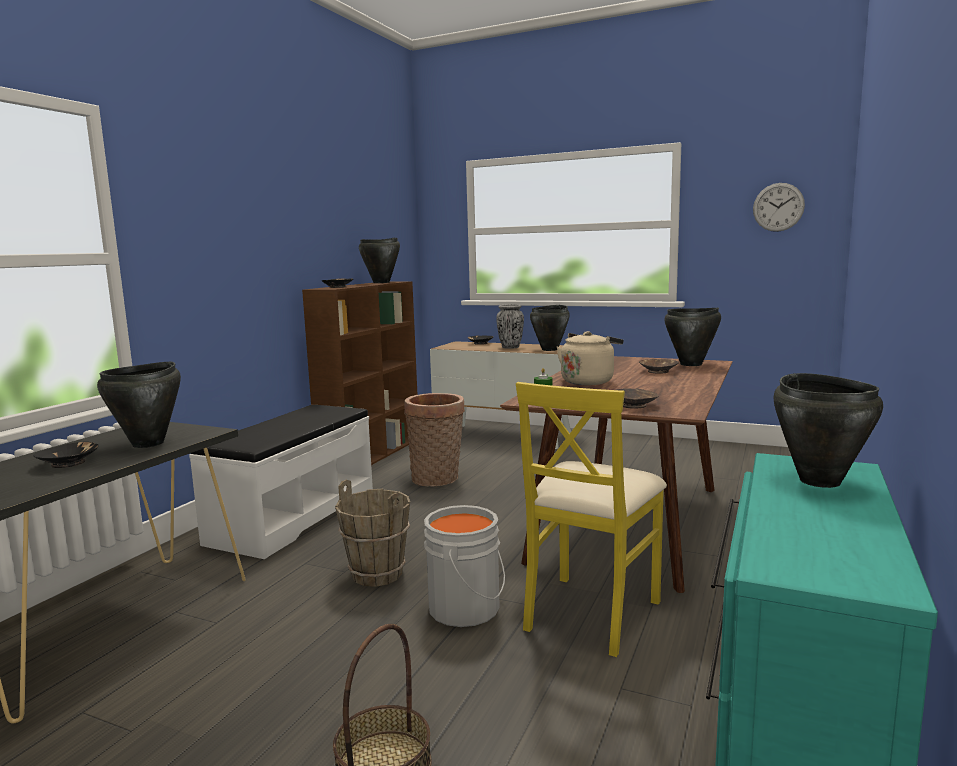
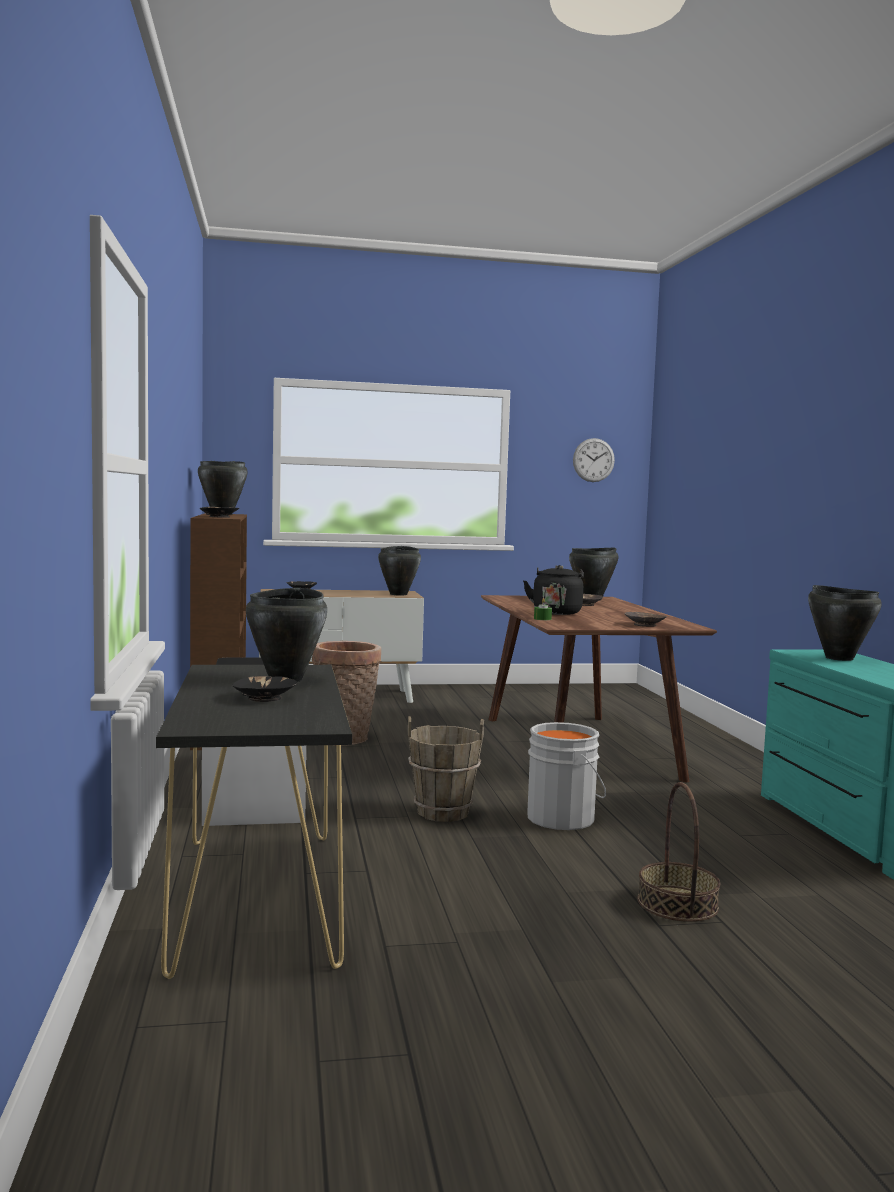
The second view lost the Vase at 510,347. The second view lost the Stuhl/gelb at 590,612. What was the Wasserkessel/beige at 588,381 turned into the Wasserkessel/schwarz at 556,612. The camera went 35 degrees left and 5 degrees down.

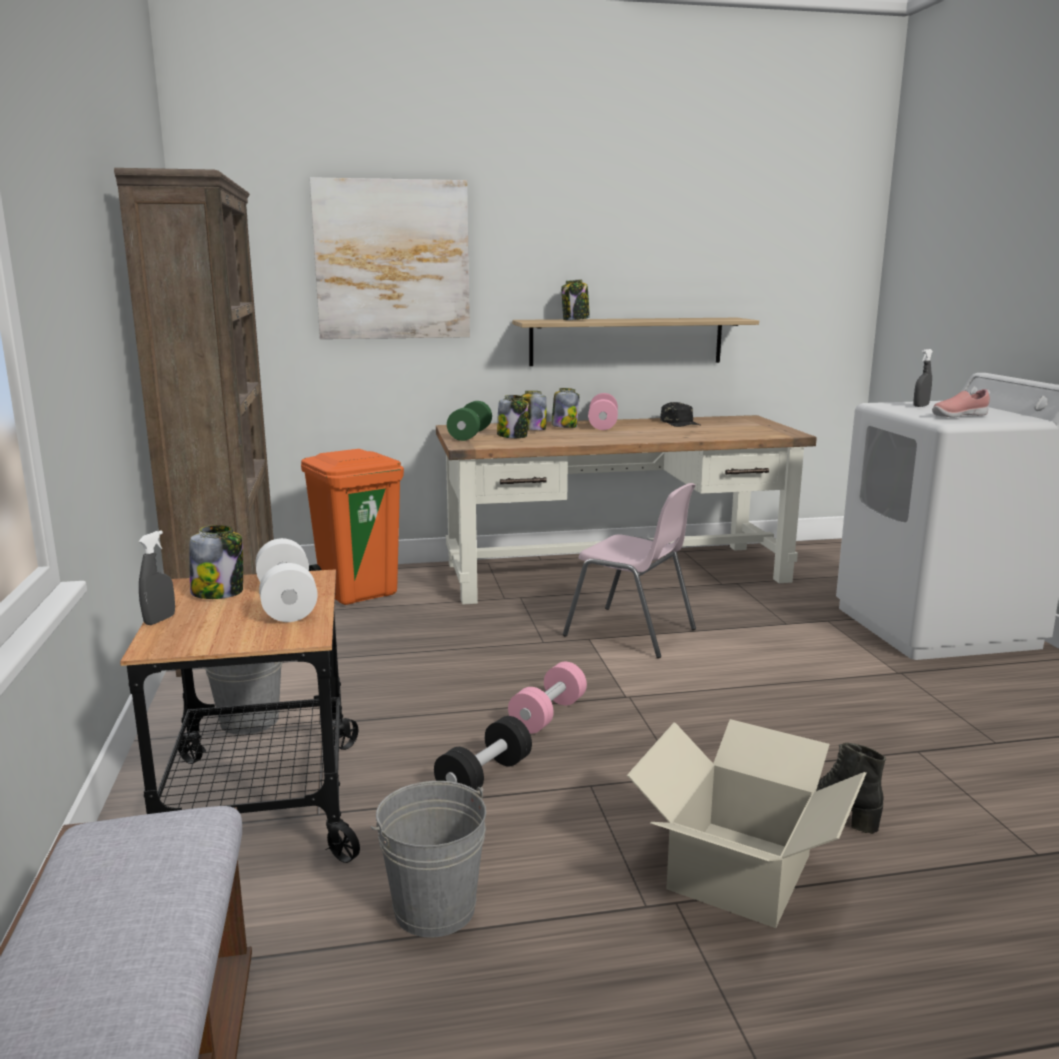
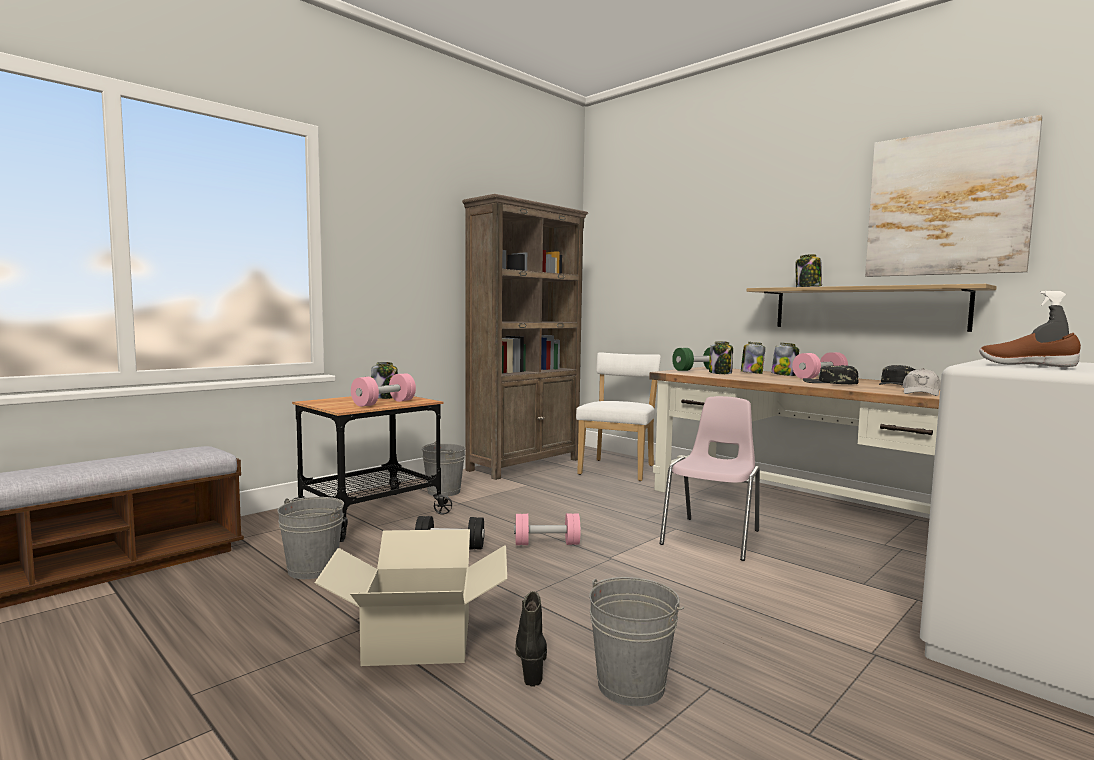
The second view lost the Sprühflasche/grau at 160,620. What was the Hantel/weiß at 287,603 turned into the Hantel/rosa at 384,403. Where the Mülleimer/orange stood at 359,593, the Stuhl/weiß came to stand at 618,469. The Bild ended up elsewhere, having gone from 392,260 to 946,203. The Stuhl/rosa at 632,633 ended up facing another way, 150 degrees counterclockwise from before. What was the Schuh/rosa at 958,416 turned into the Schuh/braun at 1026,366. The second view gained the Eimer/grau at 631,685. The second view gained the Kappe/schwarz at 829,383. The second view gained the Kappe/weiß at 921,393. The camera went 55 degrees right and 10 degrees down.

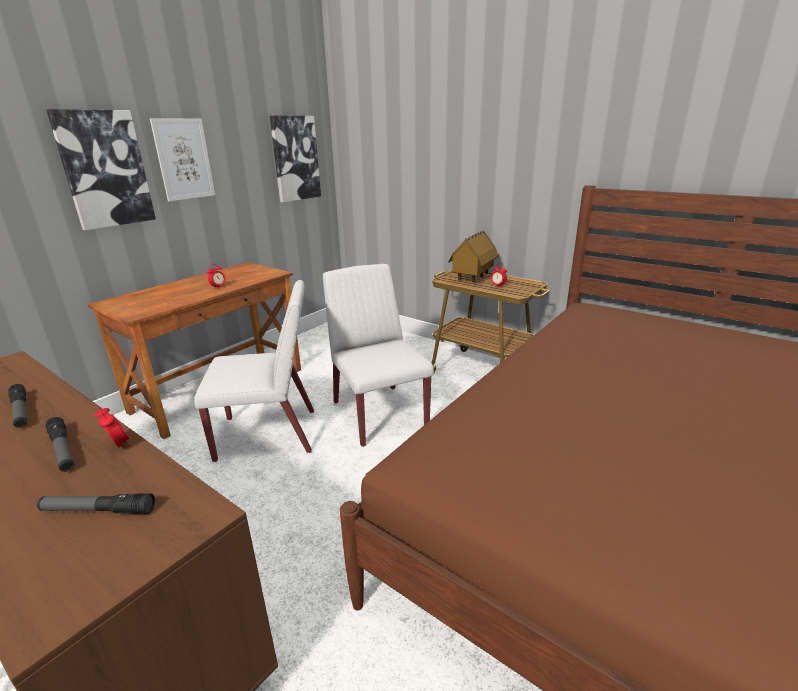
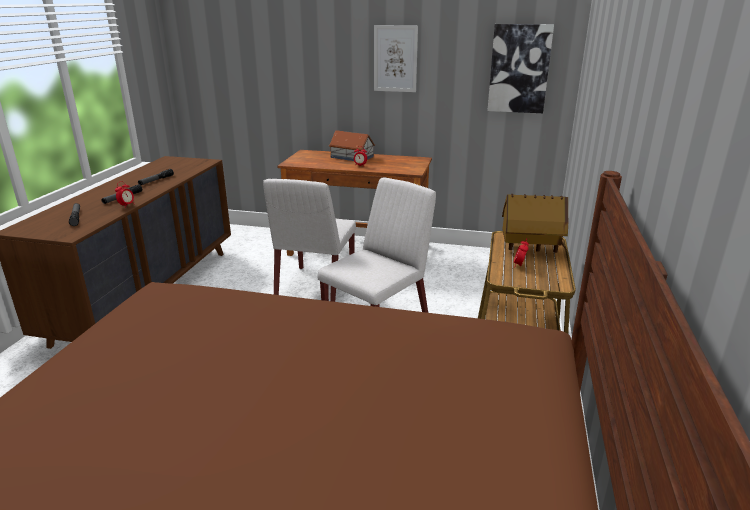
The second view lost the Bild at 104,169. The Stuhl/weiß at 269,434 ended up facing another way, 45 degrees clockwise from before. The second view gained the Spielzeughaus at 351,157. The camera went 65 degrees right and 0 degrees up.

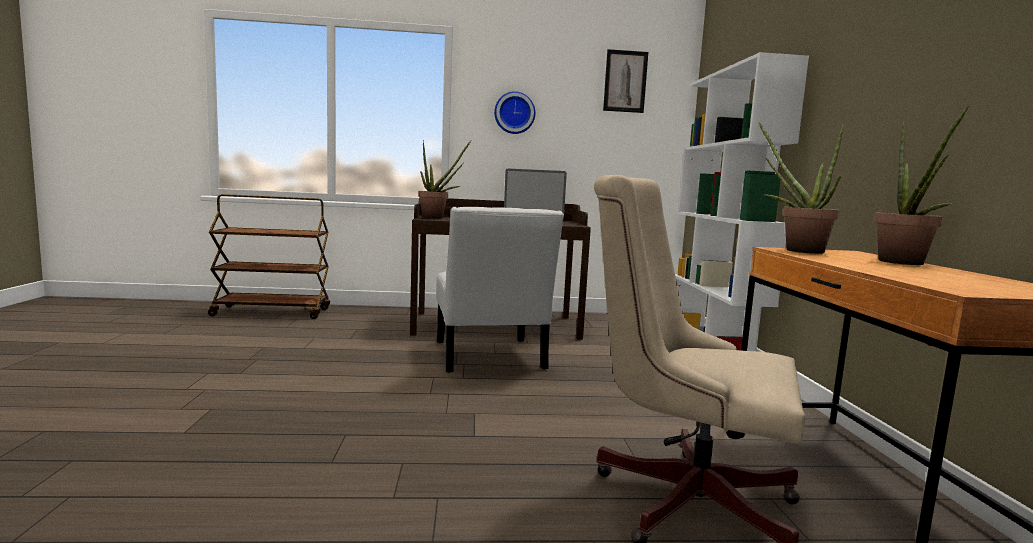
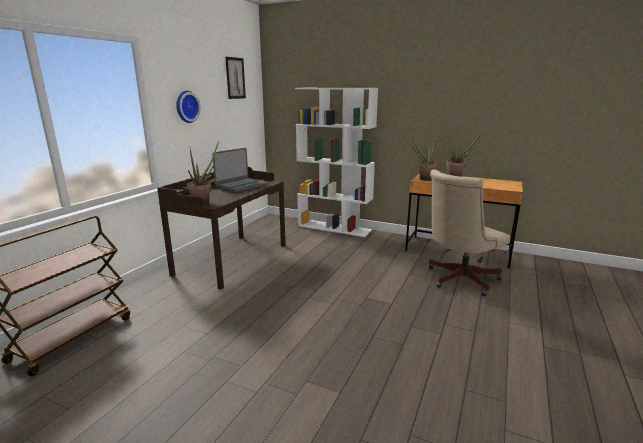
The second view lost the Stuhl/weiß at 489,357. The camera went 60 degrees left and 10 degrees up.

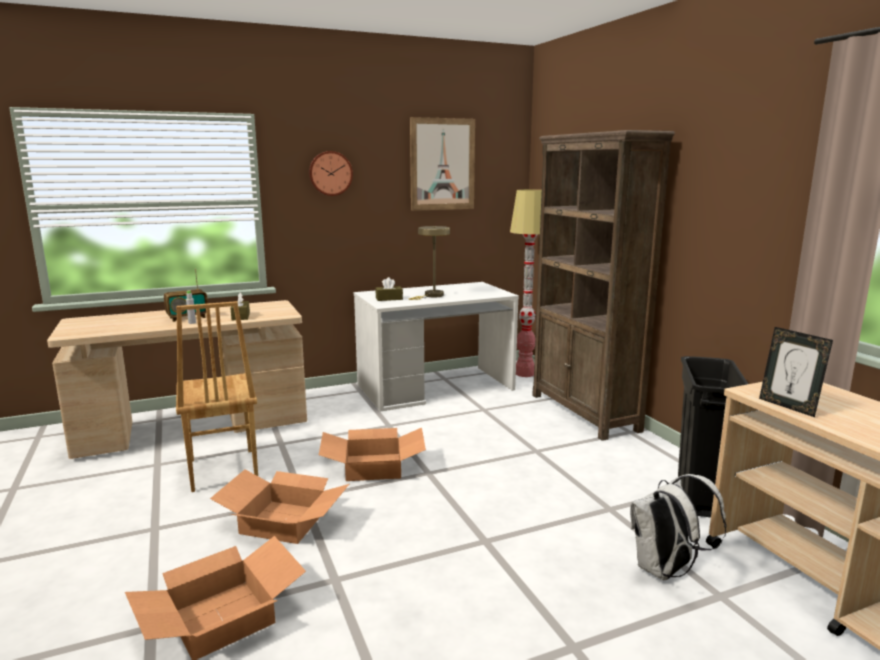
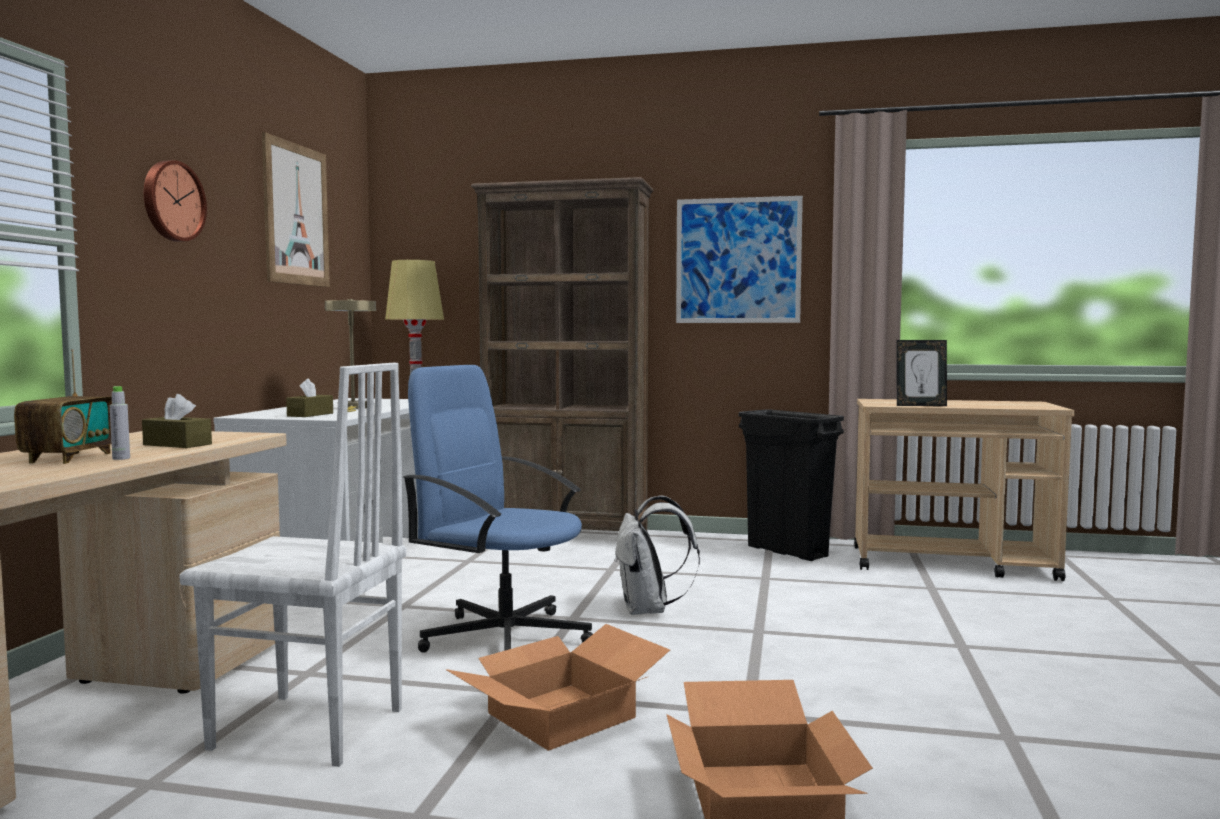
What was the Stuhl/braun at 221,470 turned into the Stuhl/weiß at 307,730. Where the Karton stood at 374,466, the Bürostuhl/blau came to stand at 504,637. The Rucksack/weiß ended up elsewhere, having gone from 665,570 to 649,610. The second view gained the Bild at 738,260. The camera went 55 degrees left and 10 degrees down.

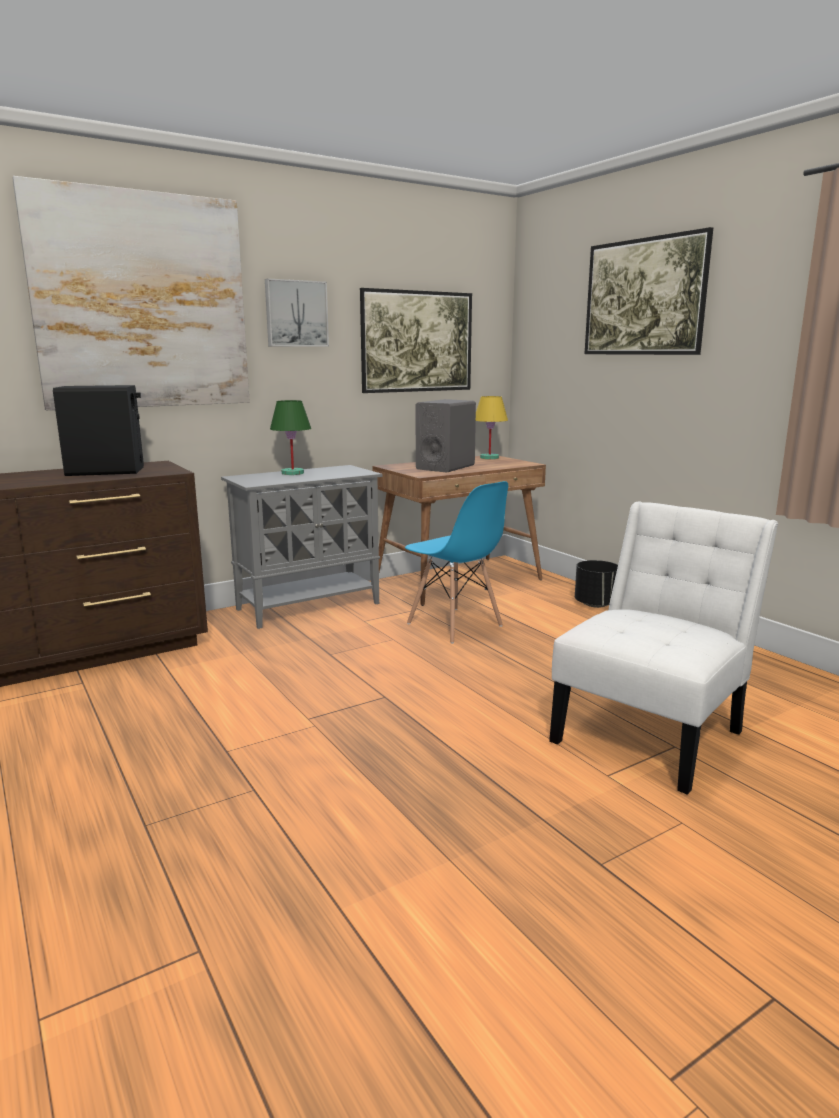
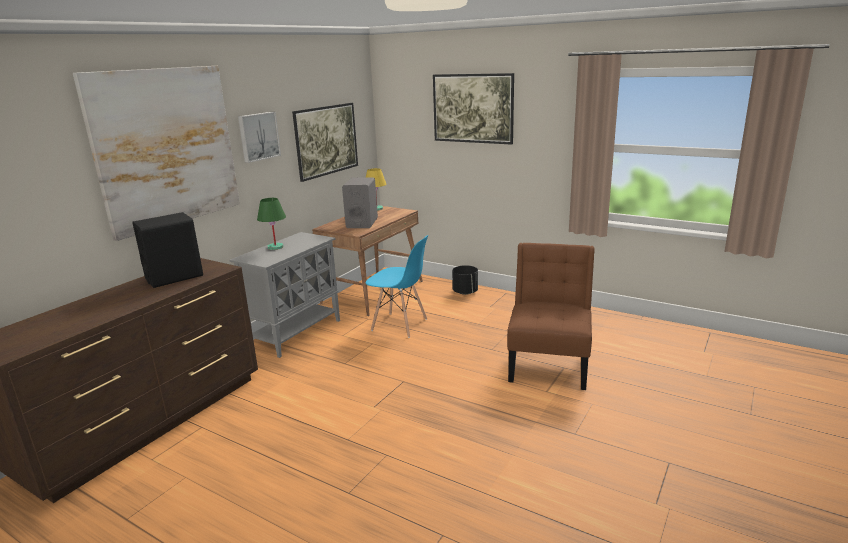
What was the Stuhl/weiß at 652,733 turned into the Stuhl/braun at 549,363. The camera went 25 degrees left and 5 degrees up.

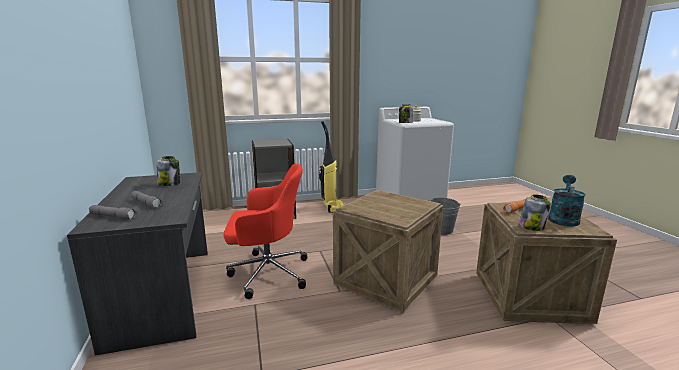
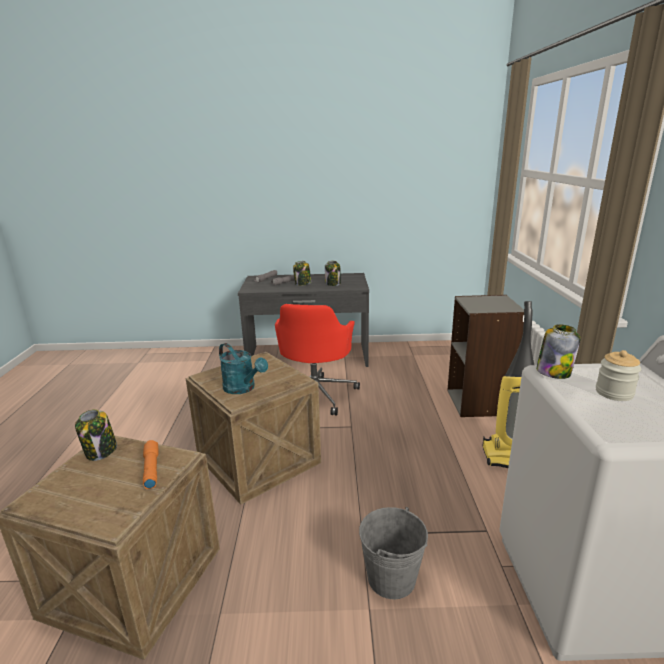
The Gießkanne/türkis ended up elsewhere, having gone from 563,218 to 243,388. The second view gained the Vorratsglas at 302,284. The camera went 105 degrees right and 5 degrees up.

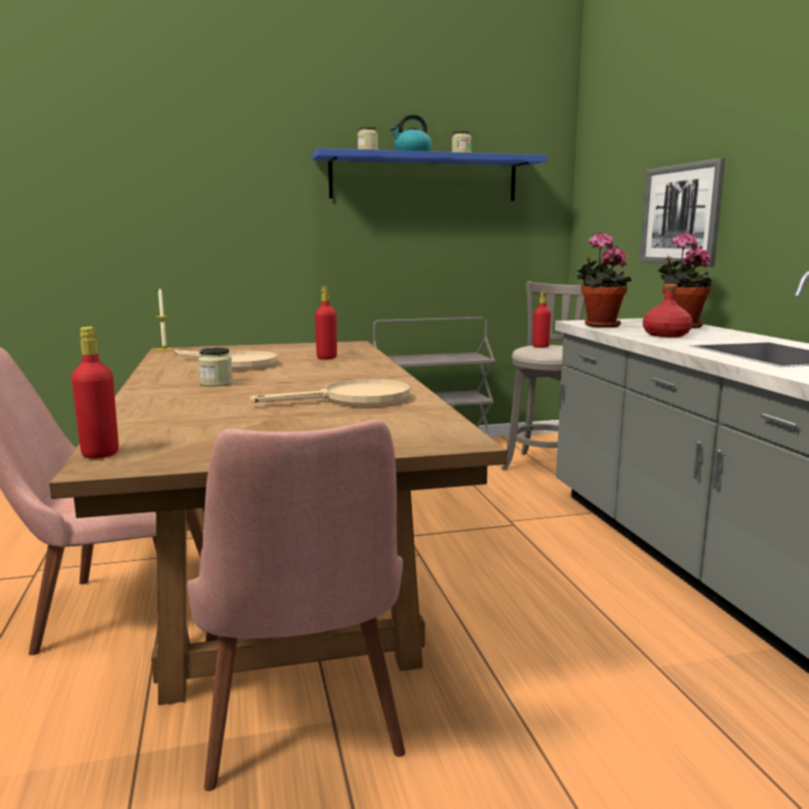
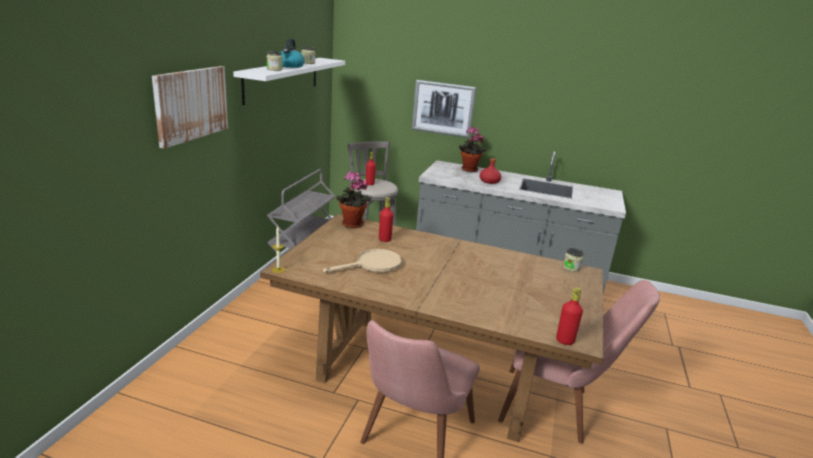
The Vorratsglas ended up elsewhere, having gone from 216,383 to 571,268. The second view lost the Pfanne/beige at 354,399. What was the Wandregal/blau at 424,178 turned into the Wandregal/weiß at 282,79. The Topfpflanze ended up elsewhere, having gone from 598,325 to 351,225. The second view gained the Bild at 191,104. The camera went 60 degrees left and 10 degrees up.

